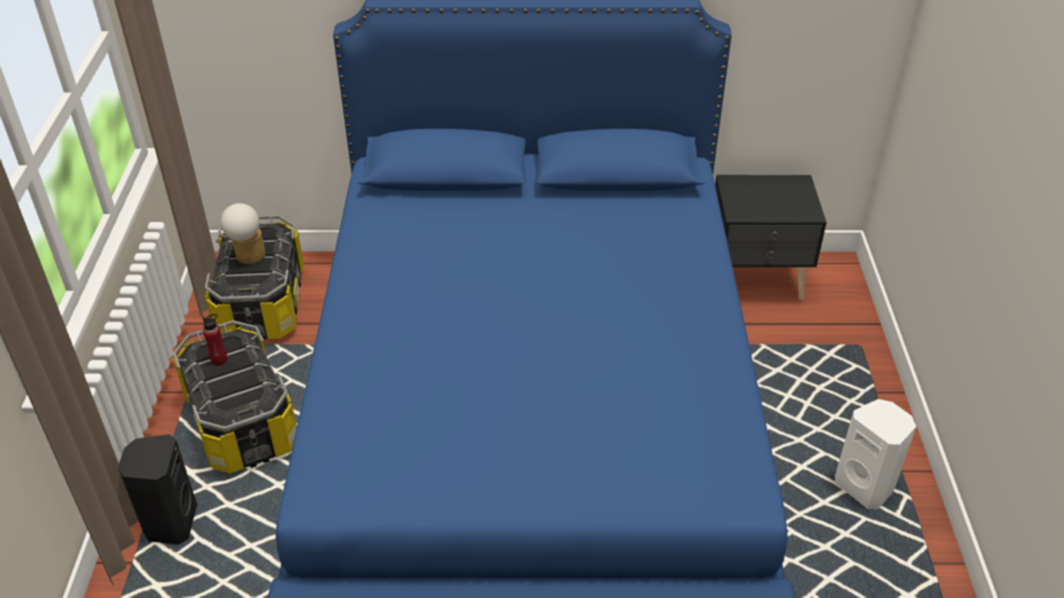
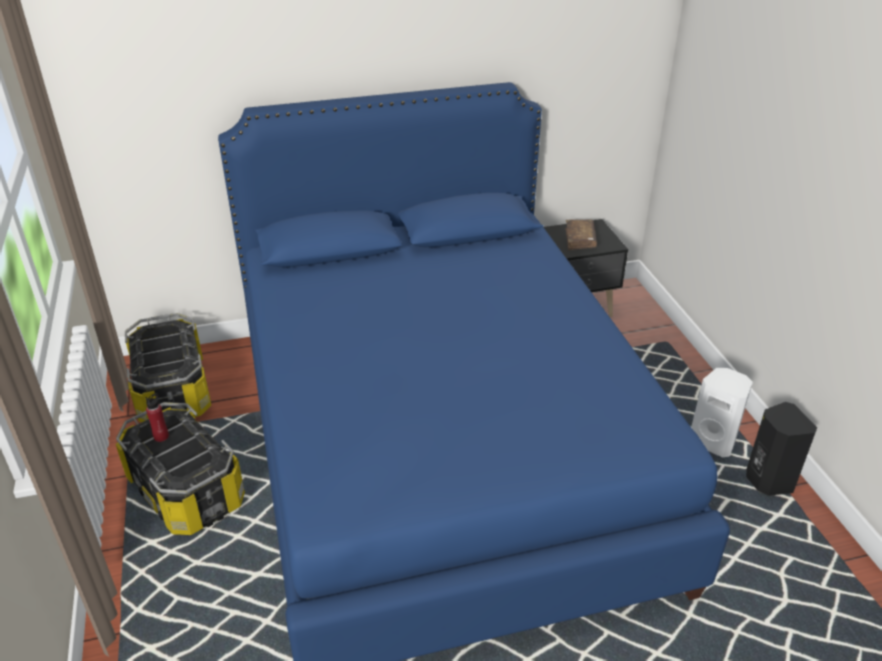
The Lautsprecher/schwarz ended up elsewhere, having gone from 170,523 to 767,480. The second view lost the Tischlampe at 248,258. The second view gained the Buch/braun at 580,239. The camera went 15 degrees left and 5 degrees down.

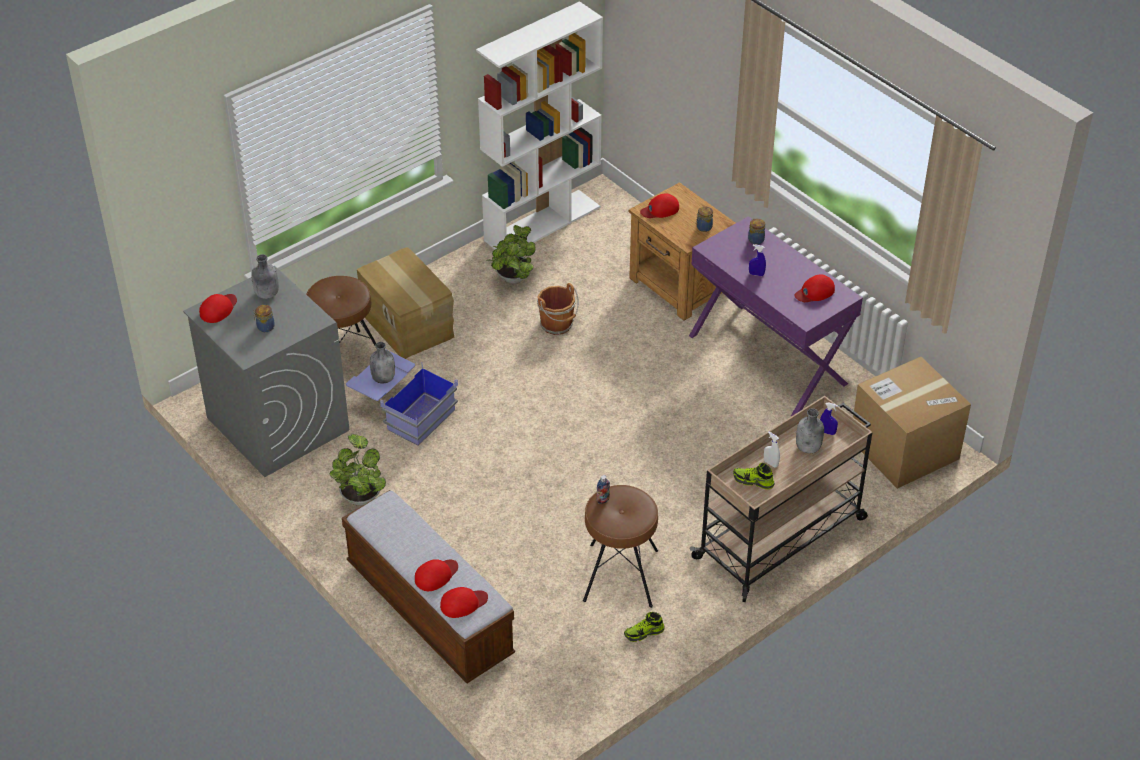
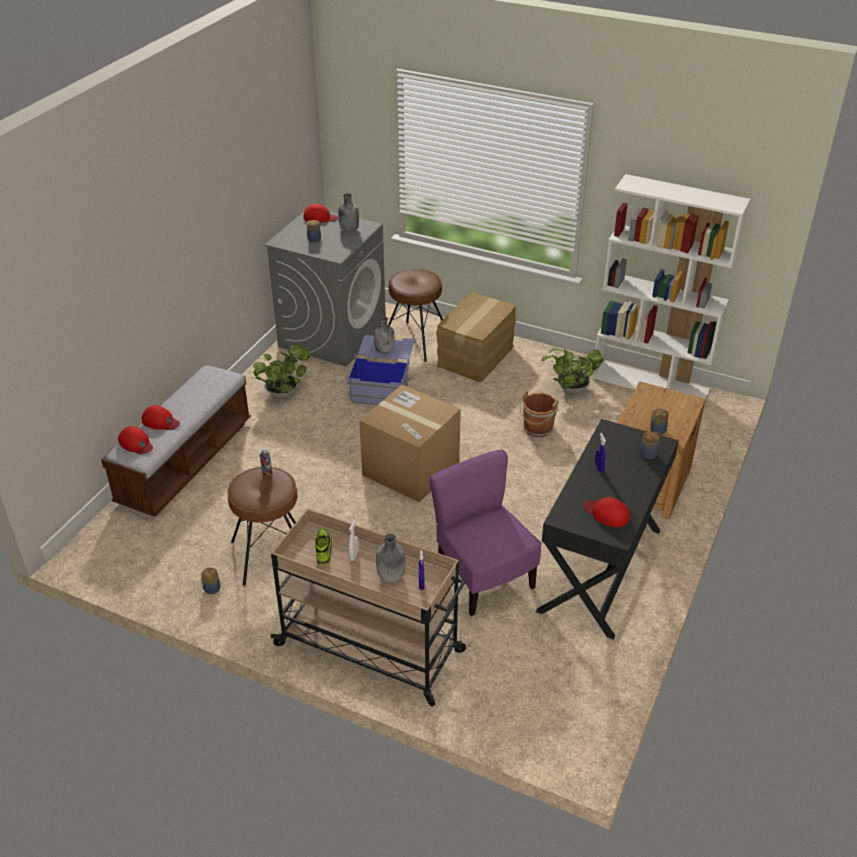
Where the Schuh stood at 644,633, the Vorratsglas came to stand at 211,589. The second view lost the Kappe/rot at 660,209. What was the Schreibtisch/lila at 768,359 turned into the Schreibtisch/schwarz at 601,570. The Karton ended up elsewhere, having gone from 904,449 to 411,469. The second view gained the Stuhl/lila at 483,578. The camera went 65 degrees right and 5 degrees down.

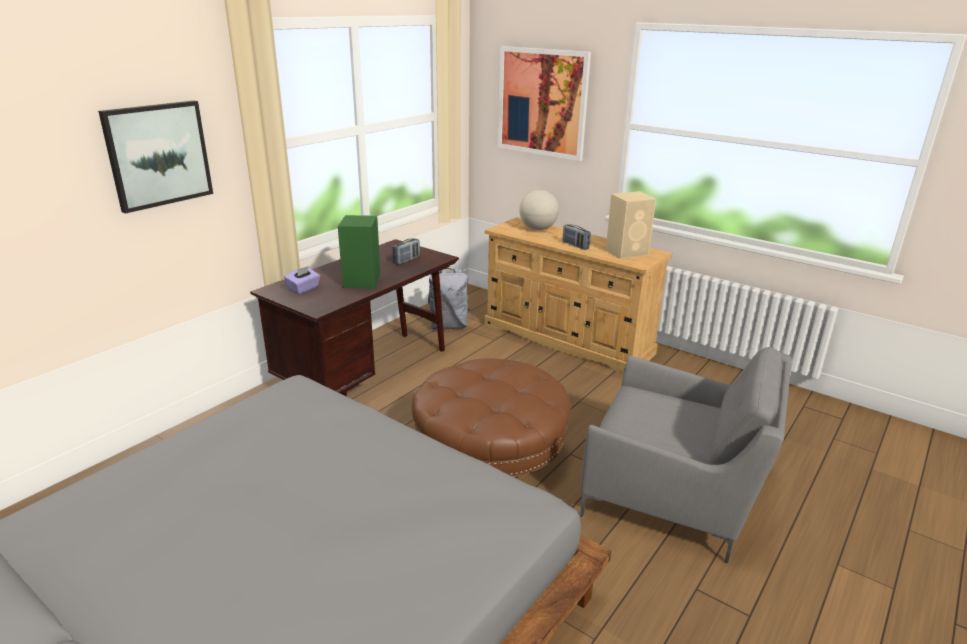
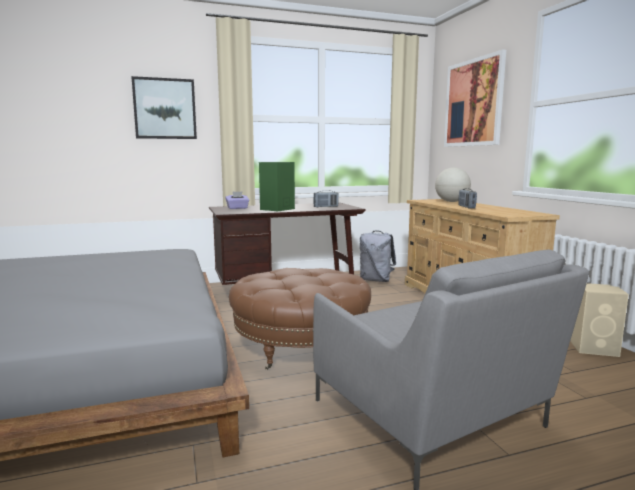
The Lautsprecher/beige ended up elsewhere, having gone from 627,252 to 595,348. The camera went 35 degrees right and 15 degrees down.

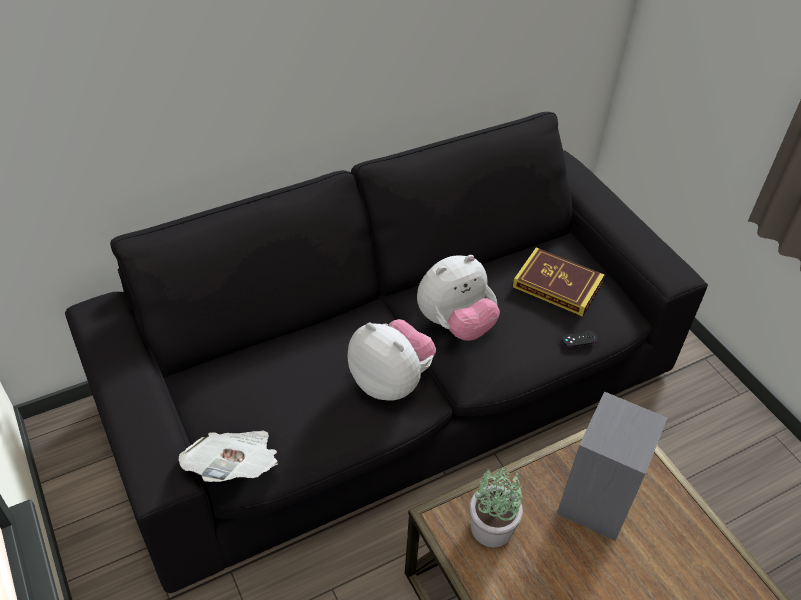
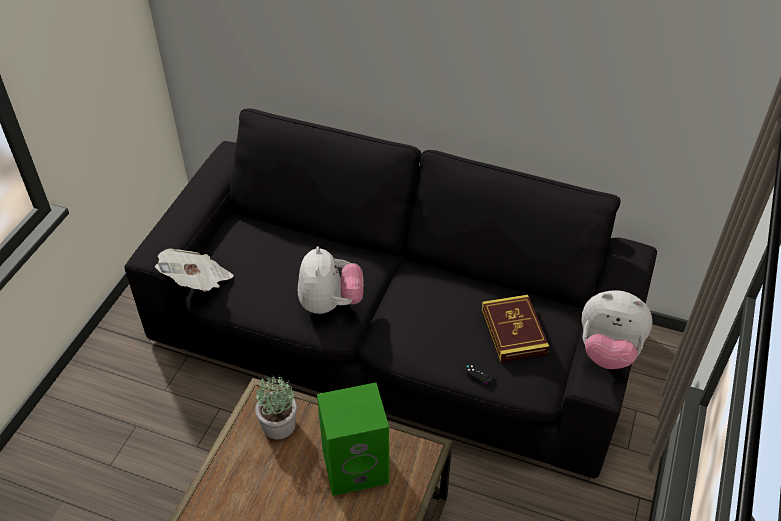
The Plüschtier ended up elsewhere, having gone from 455,324 to 608,351. What was the Lautsprecher/grau at 596,497 turned into the Lautsprecher/grün at 356,465. The camera went 50 degrees right and 0 degrees up.

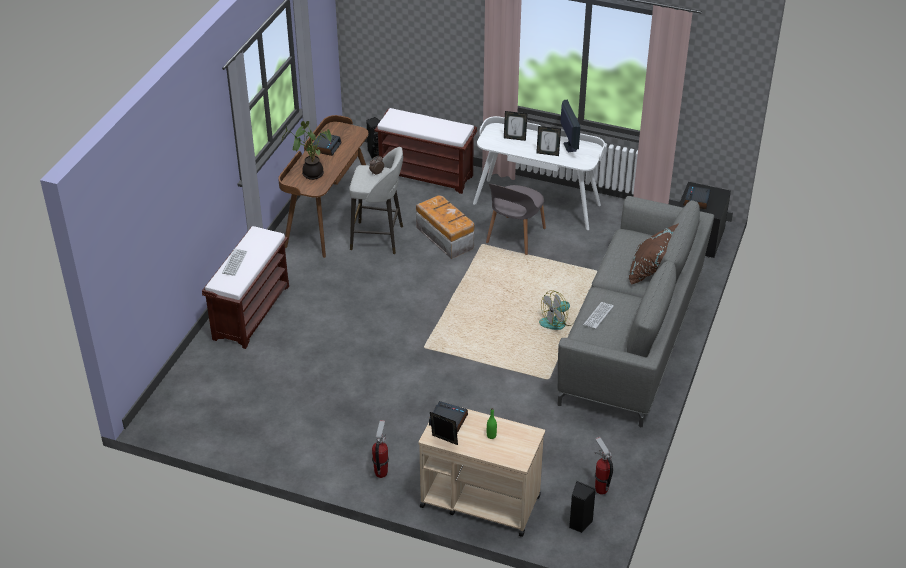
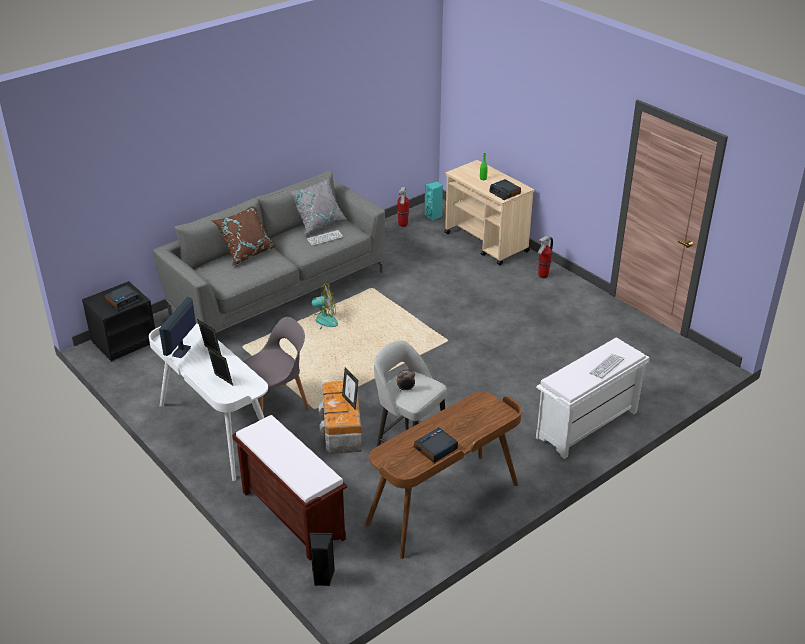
What was the Bank/braun at 251,311 turned into the Bank/weiß at 586,426. The second view lost the Topfpflanze at 312,173. The Bilderrahmen ended up elsewhere, having gone from 444,441 to 350,402. What was the Lautsprecher/schwarz at 579,523 turned into the Lautsprecher/türkis at 433,215. The second view gained the Kissen/grau at 318,224. The camera went 150 degrees left and 5 degrees down.

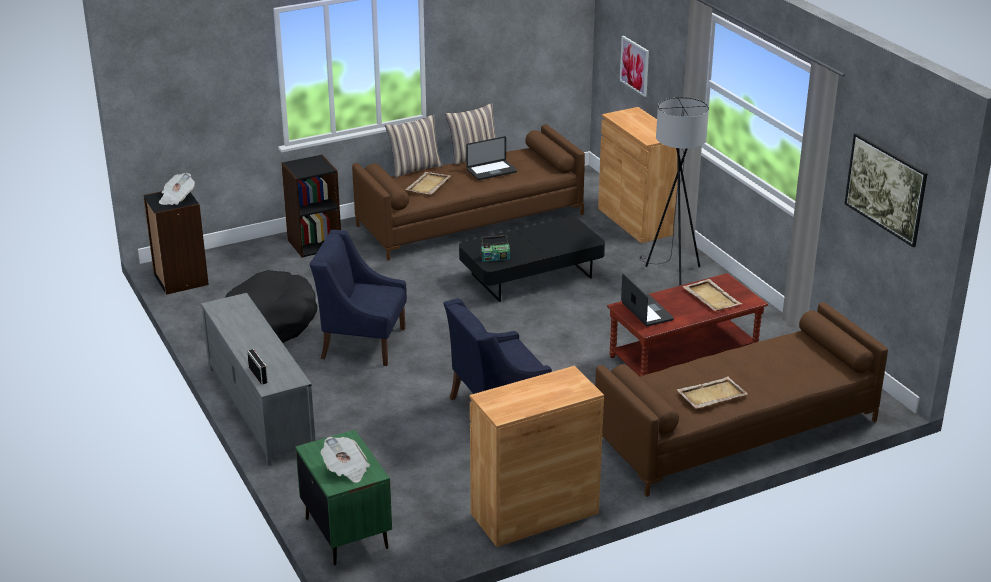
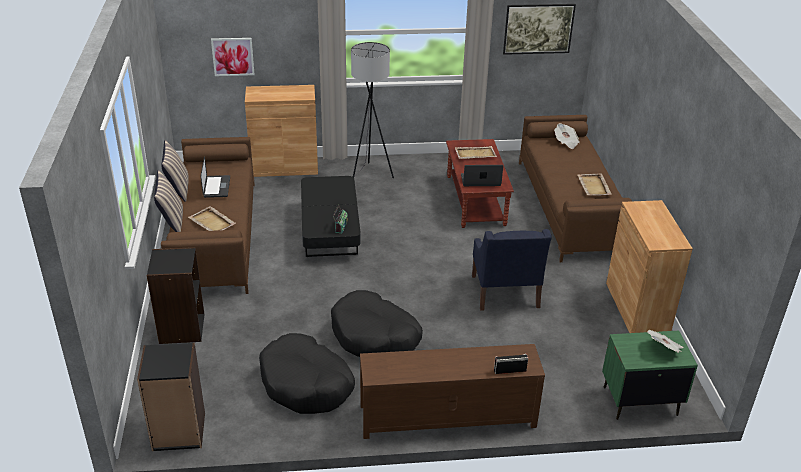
The Zeitung ended up elsewhere, having gone from 177,198 to 566,142. What was the Fernsehschrank/grau at 260,408 turned into the Fernsehschrank/braun at 446,416. Where the Sessel/blau stood at 362,343, the Hundebett/schwarz came to stand at 375,336. The camera went 70 degrees left and 5 degrees up.

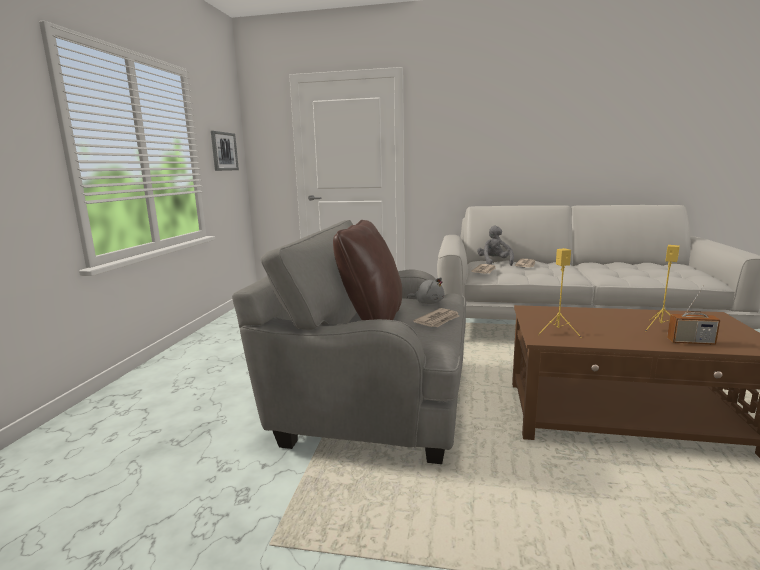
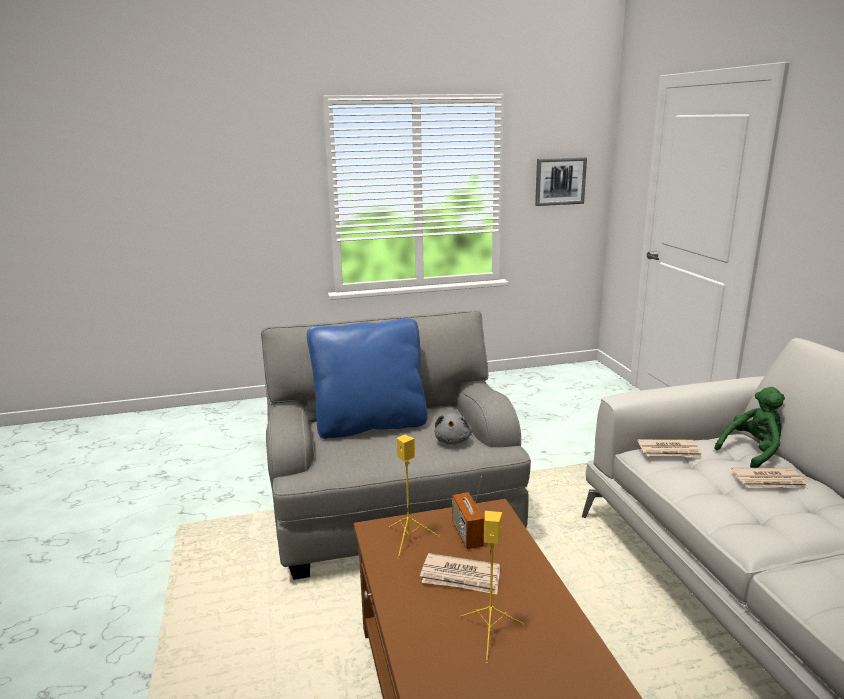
What was the Kissen/braun at 372,319 turned into the Kissen/blau at 370,425. The Zeitung ended up elsewhere, having gone from 438,320 to 461,577. What was the Plüschtier/grau at 494,263 turned into the Plüschtier/grün at 752,452. The Radio ended up elsewhere, having gone from 690,342 to 467,534. The camera went 65 degrees right and 5 degrees up.

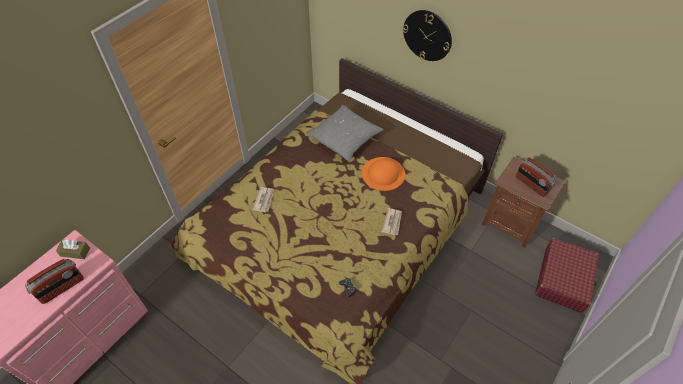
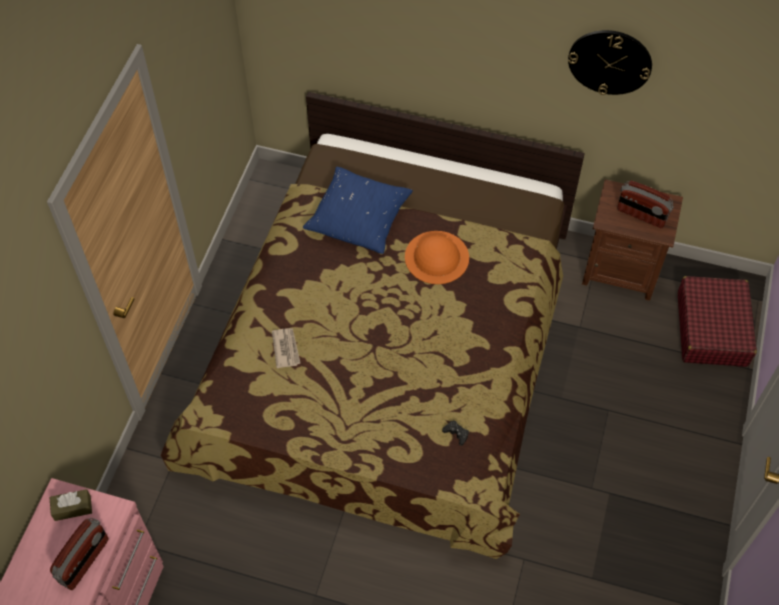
What was the Kissen/grau at 345,138 turned into the Kissen/blau at 359,218. The second view lost the Zeitung at 392,222. The Wanduhr ended up elsewhere, having gone from 427,35 to 610,61. The camera went 20 degrees left and 5 degrees up.

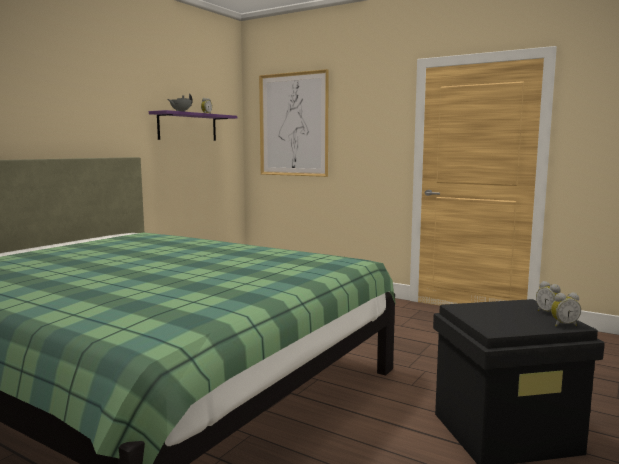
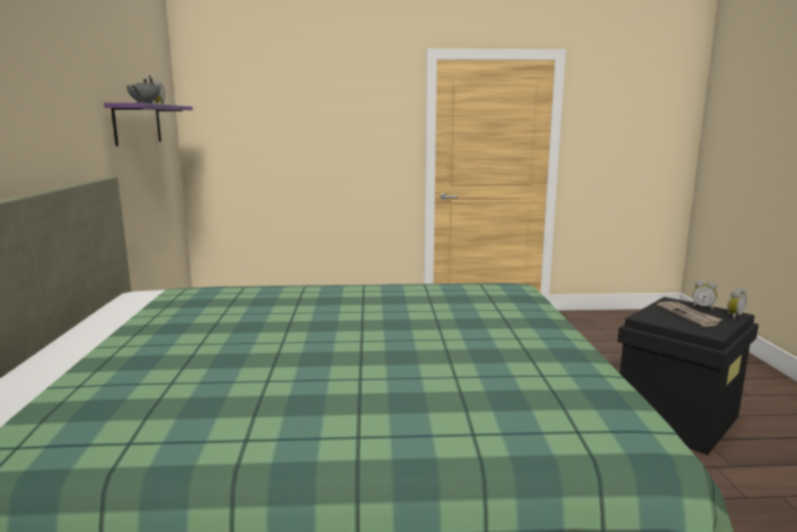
The second view lost the Bild at 293,124. The second view gained the Zeitung at 688,315. The camera went 35 degrees left and 5 degrees up.

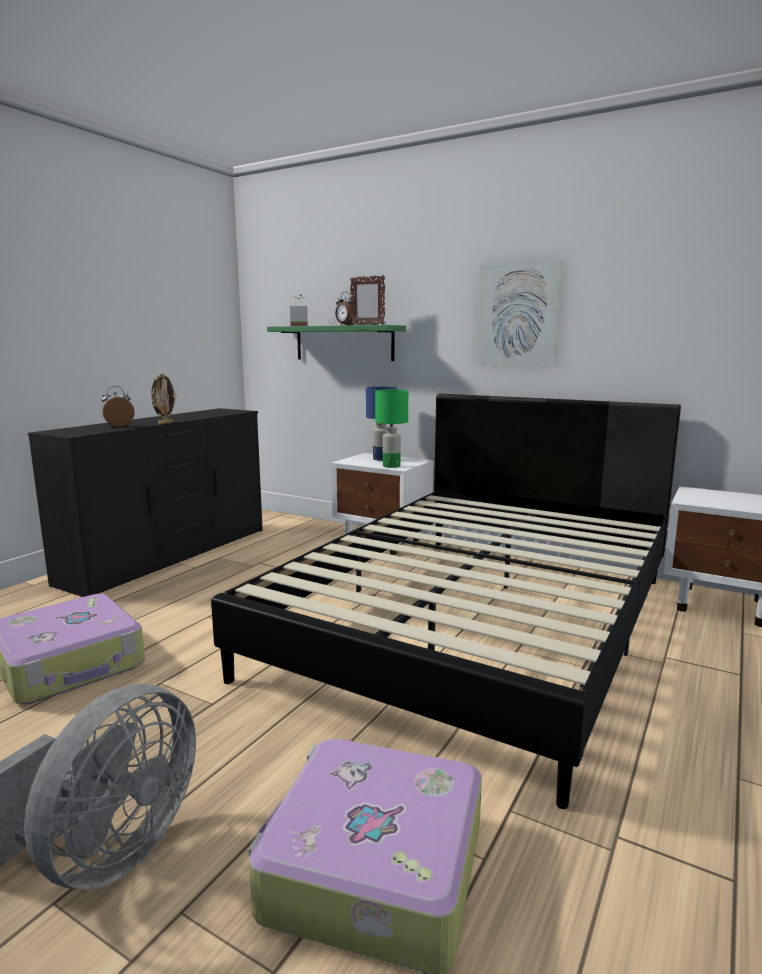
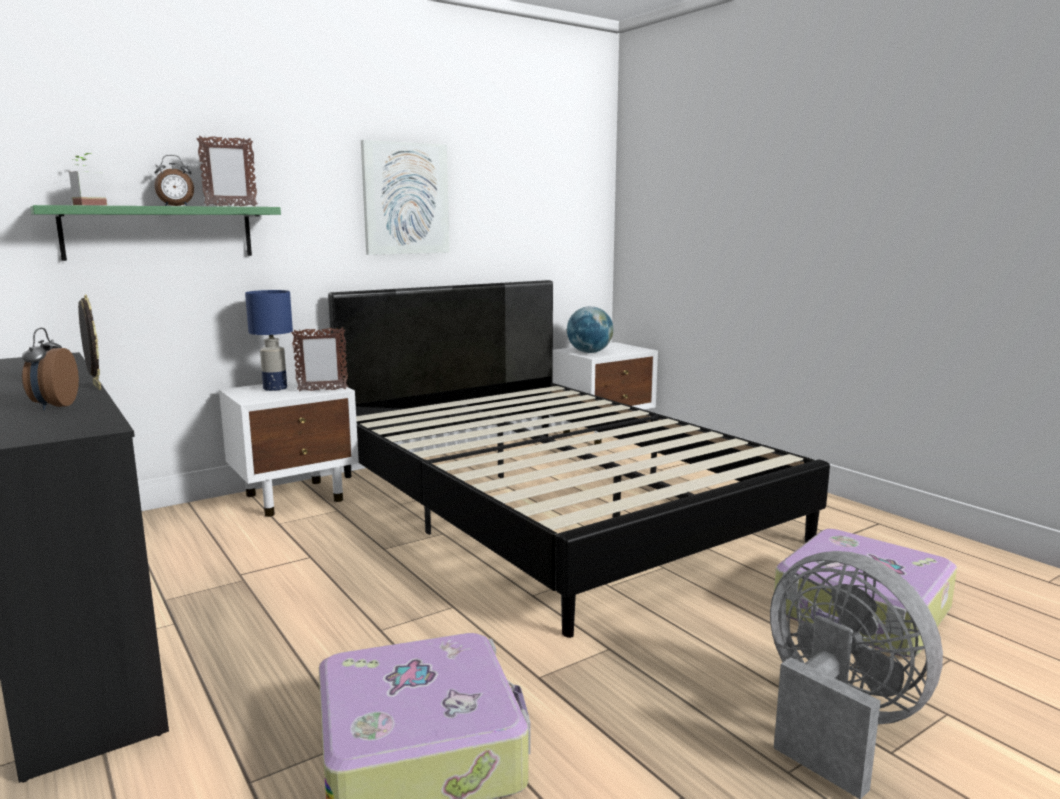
Where the Tischlampe/grün stood at 392,466, the Bilderrahmen came to stand at 322,390. The second view gained the Globus at 589,352. The camera went 65 degrees left and 0 degrees up.

